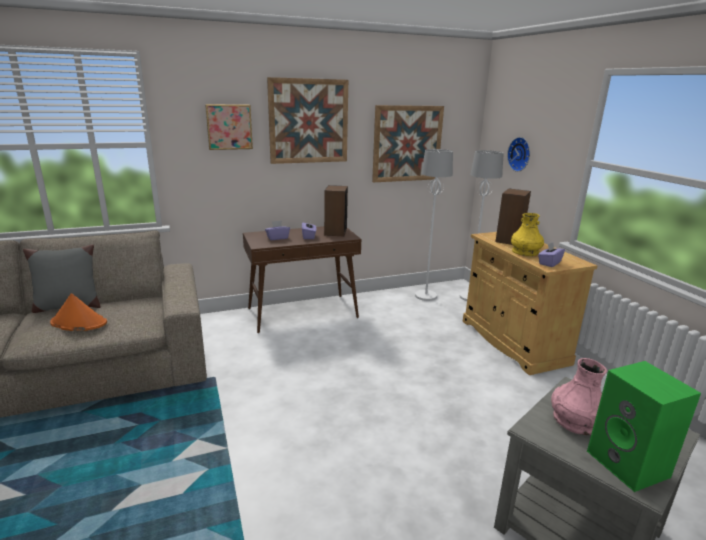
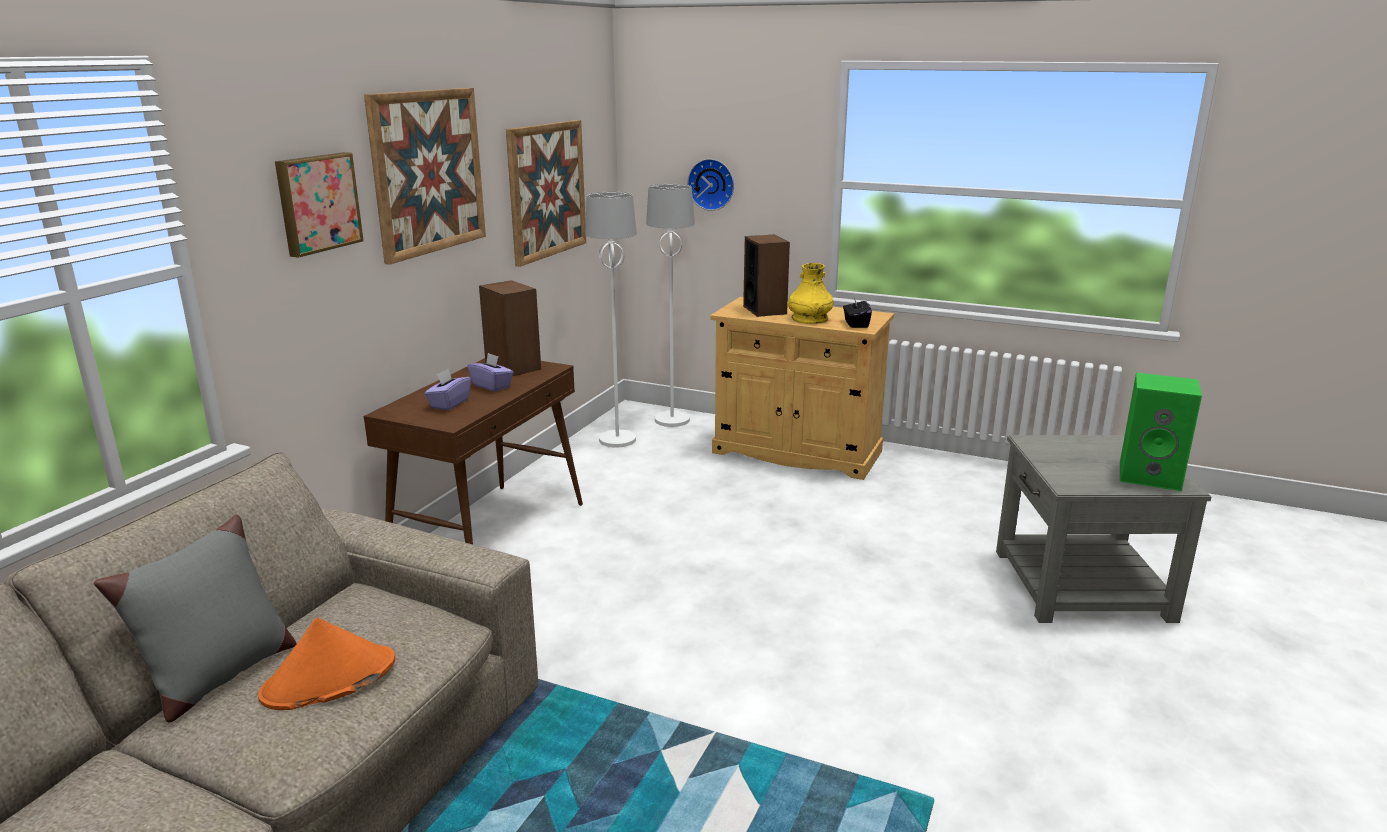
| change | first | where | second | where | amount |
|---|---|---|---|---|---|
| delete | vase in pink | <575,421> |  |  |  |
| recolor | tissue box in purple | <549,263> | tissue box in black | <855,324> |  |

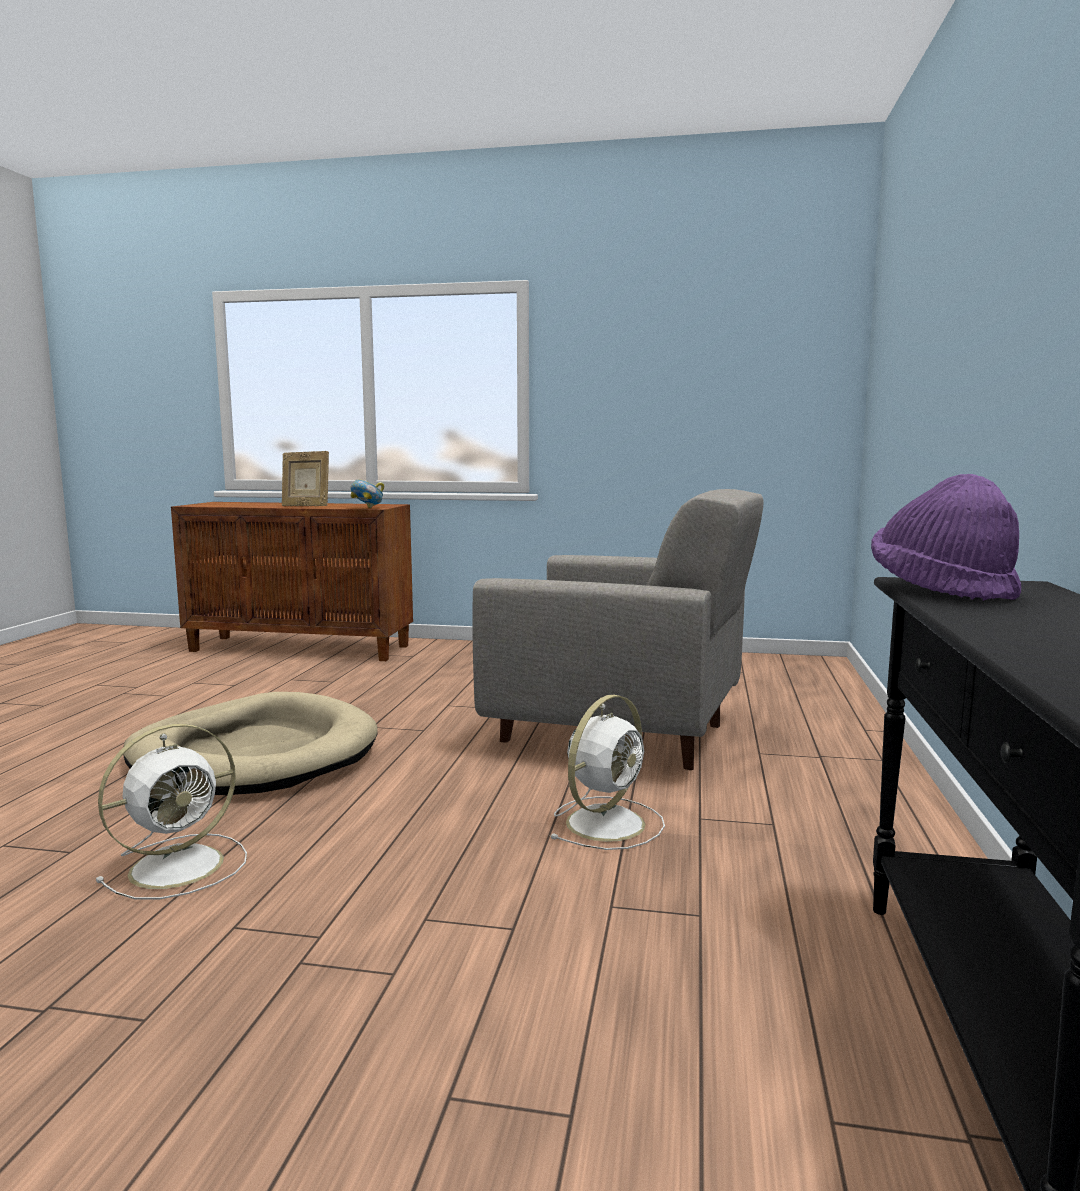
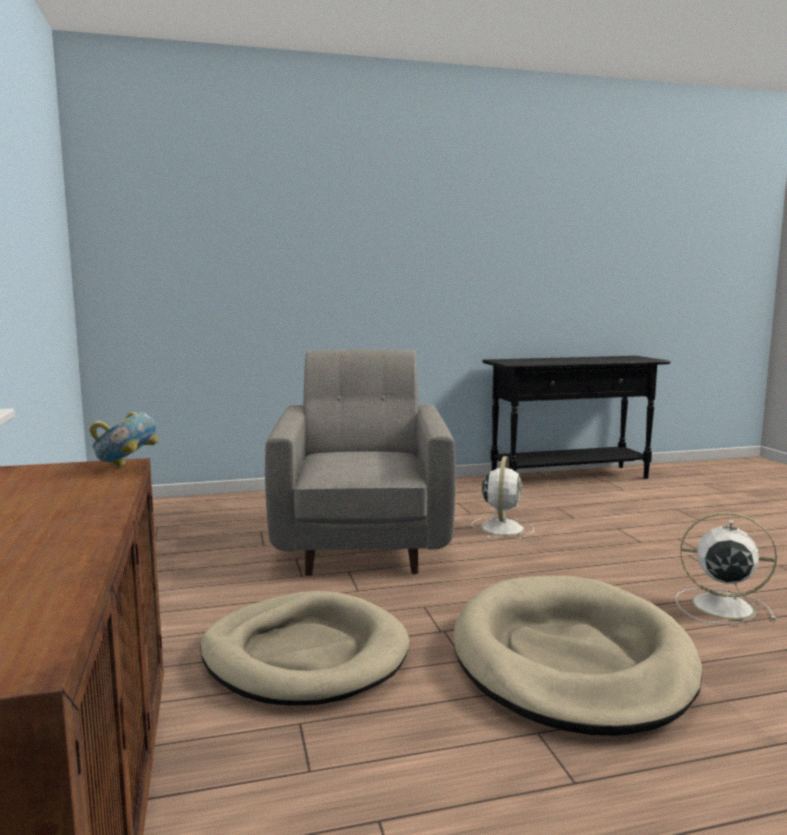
| change | first | where | second | where | amount |
|---|---|---|---|---|---|
| delete | picture frame | <306,506> |  |  |  |
| delete | hat in purple | <941,590> |  |  |  |
| insert |  |  | dog bed in beige | <305,655> |  |
| rotate | fan in white | <607,822> |  | <502,527> | 90 degrees clockwise |

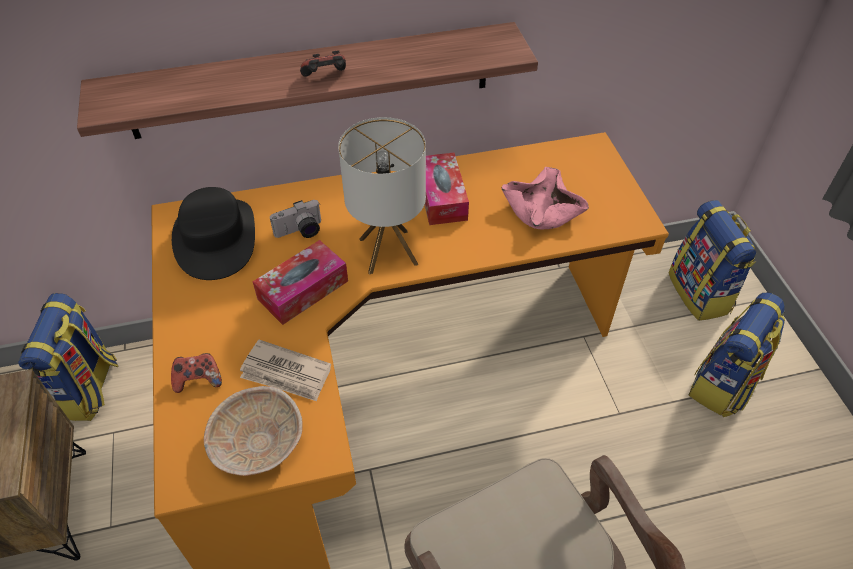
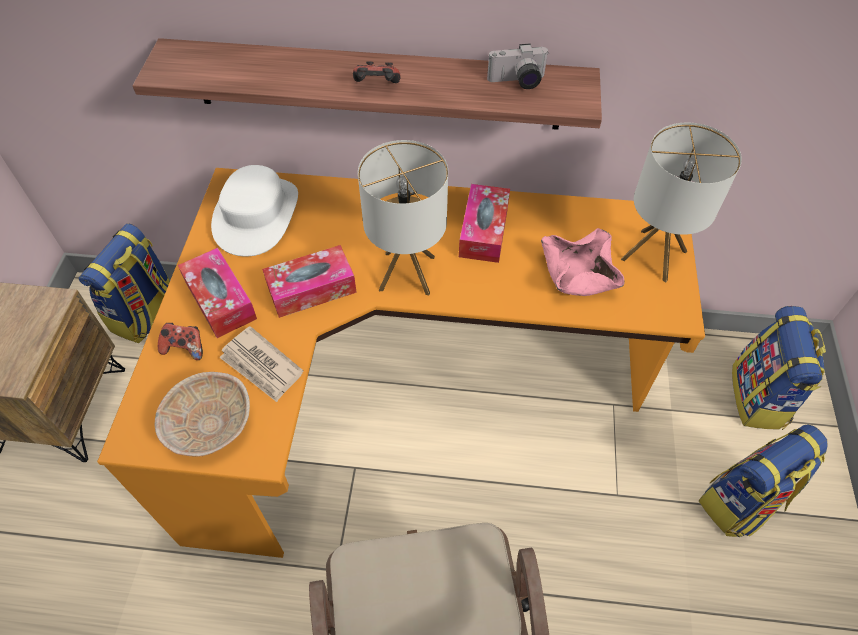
| change | first | where | second | where | amount |
|---|---|---|---|---|---|
| insert |  |  | tissue box | <220,300> |  |
| insert |  |  | table lamp | <654,255> |  |
| move | photo camera | <300,232> |  | <517,82> |  |
| recolor | hat in black | <215,238> | hat in white | <256,215> |  |

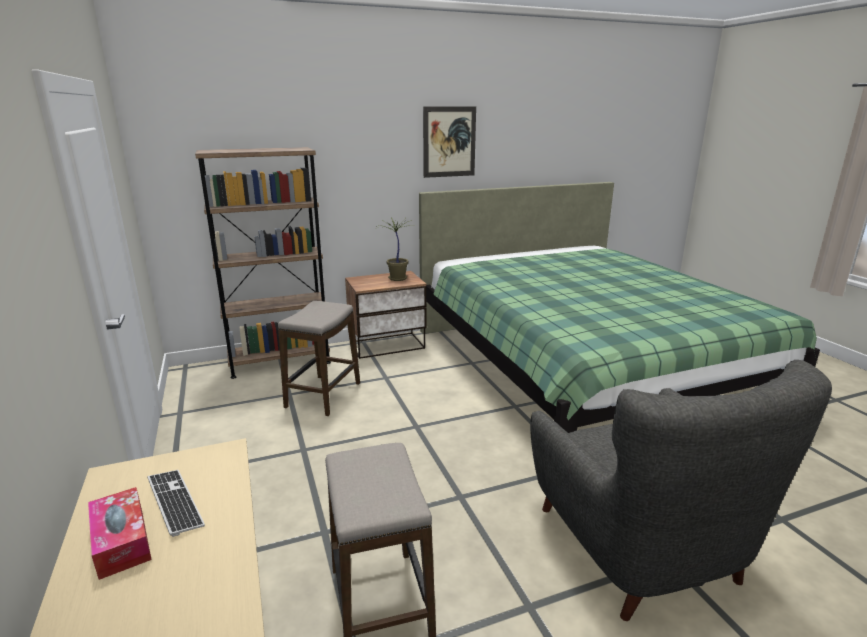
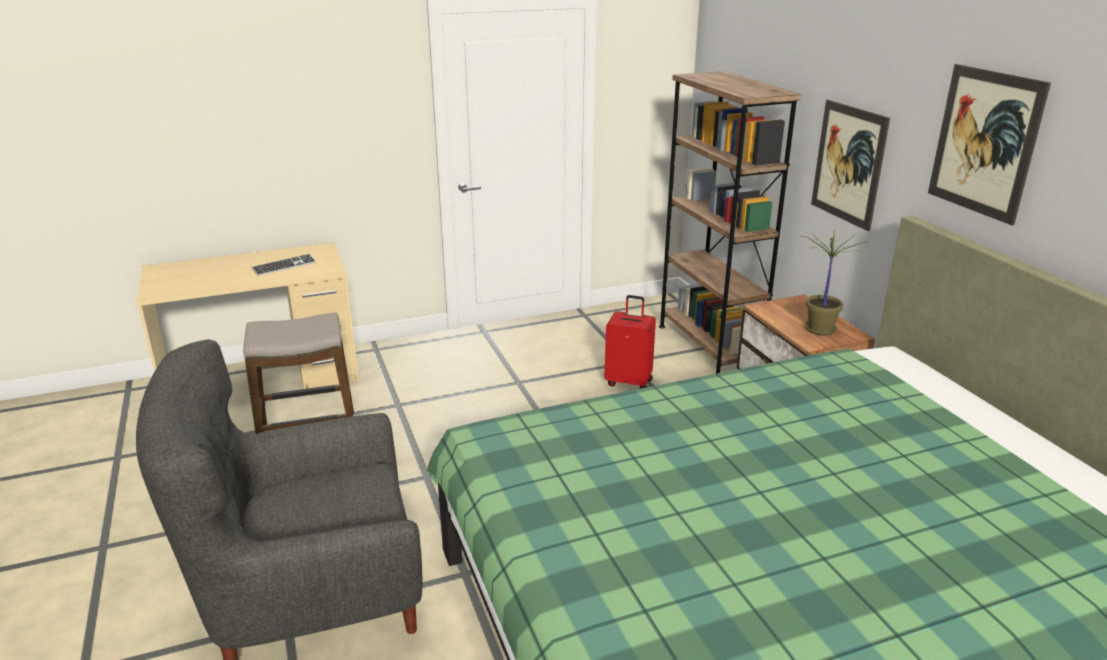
| change | first | where | second | where | amount |
|---|---|---|---|---|---|
| delete | tissue box | <121,541> |  |  |  |
| insert |  |  | picture | <848,164> |  |
| replace | stool | <323,395> | suitcase in red | <629,382> |  |

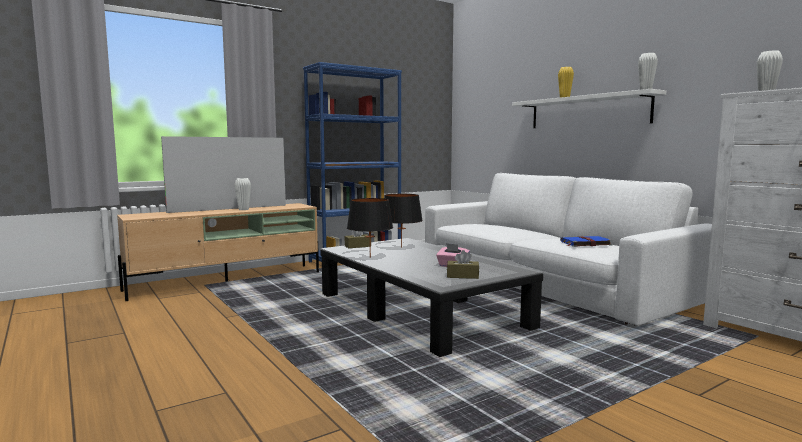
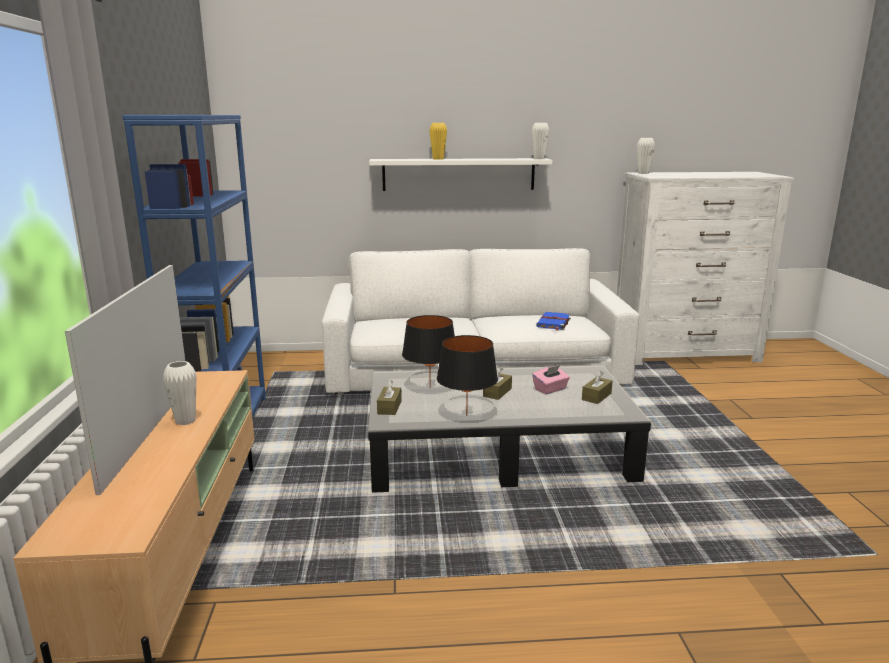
| change | first | where | second | where | amount |
|---|---|---|---|---|---|
| insert |  |  | tissue box in brown | <497,392> |  |

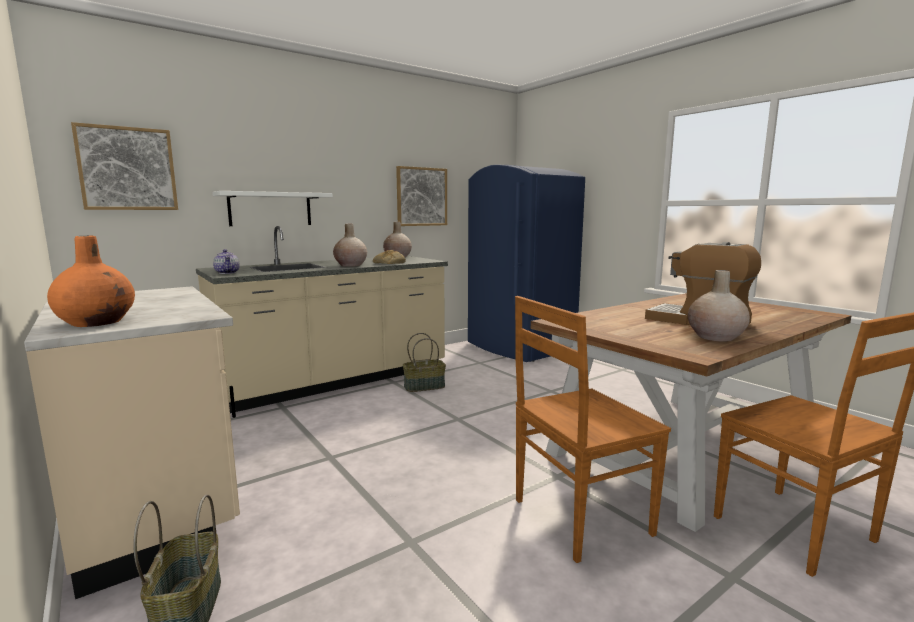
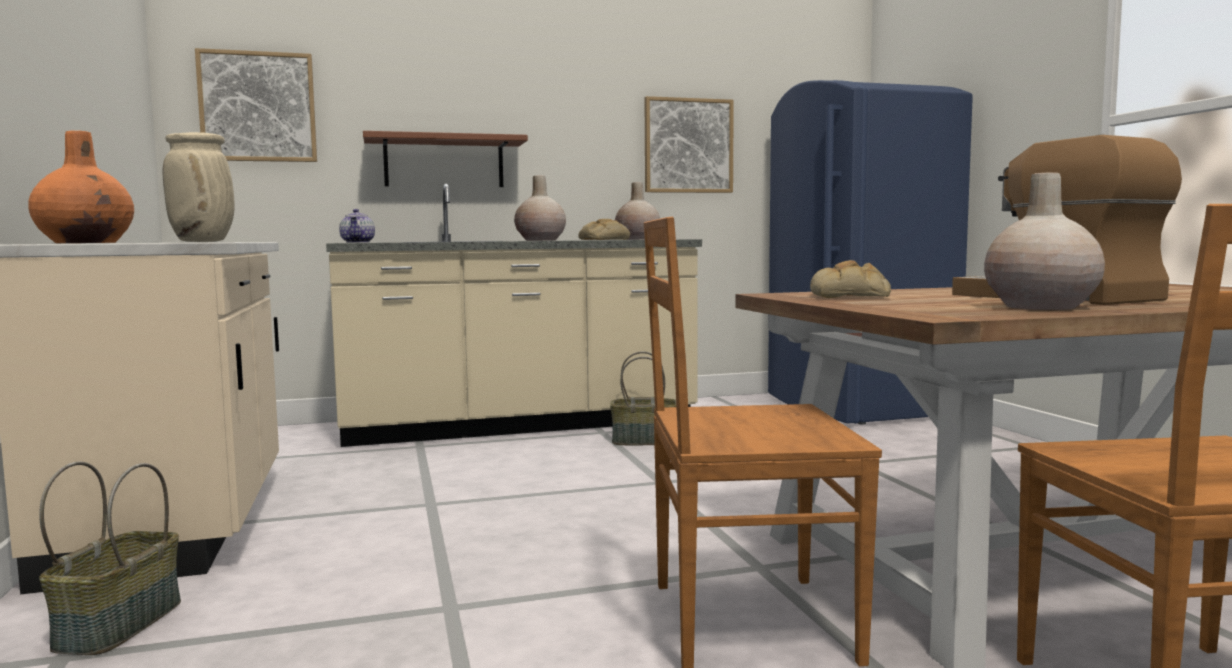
| change | first | where | second | where | amount |
|---|---|---|---|---|---|
| insert |  |  | vase in beige | <204,241> |  |
| insert |  |  | bread | <850,296> |  |
| recolor | shelf in white | <270,209> | shelf in brown | <444,163> |  |

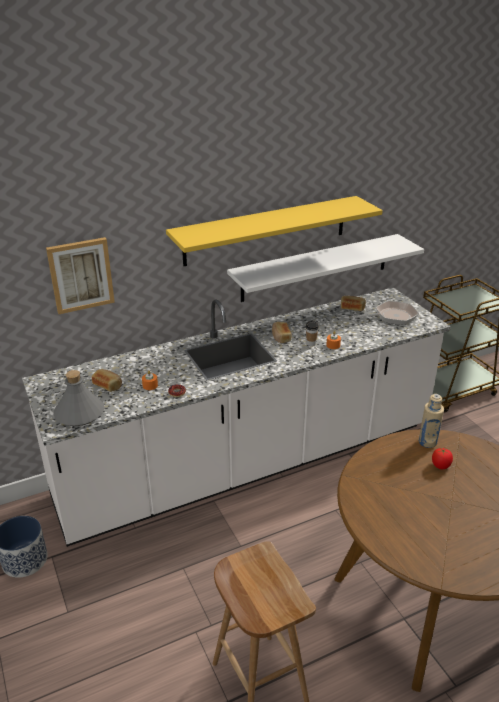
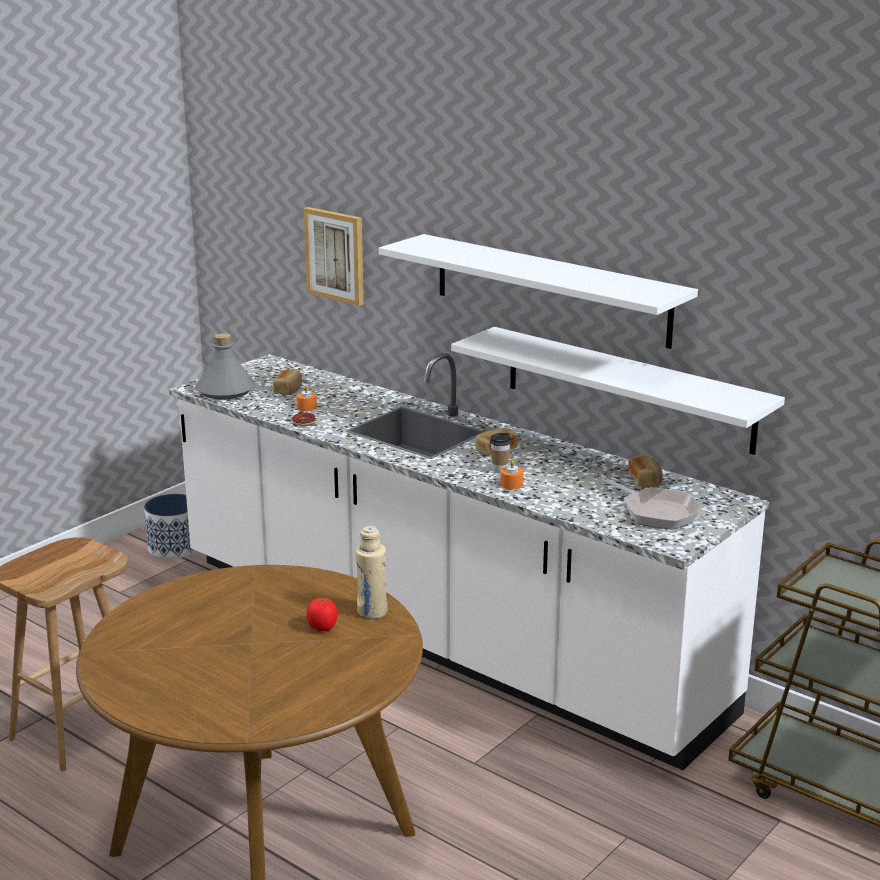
| change | first | where | second | where | amount |
|---|---|---|---|---|---|
| recolor | shelf in yellow | <266,230> | shelf in white | <550,289> |  |

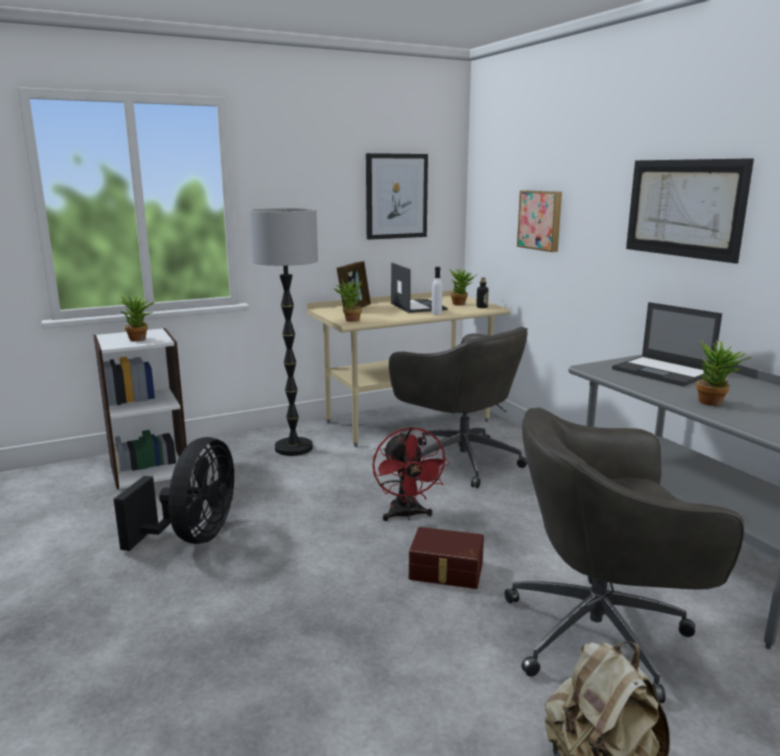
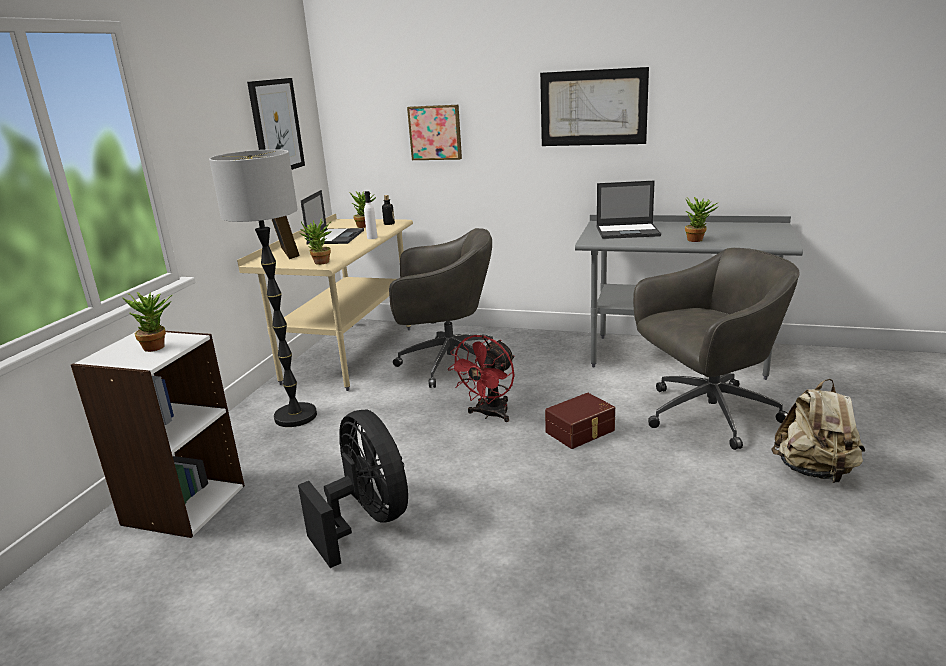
| change | first | where | second | where | amount |
|---|---|---|---|---|---|
| rotate | fan in red | <406,515> |  | <489,415> | 90 degrees clockwise |
| rotate | laptop | <417,306> |  | <336,237> | 75 degrees clockwise |
| rotate | office chair in grey | <601,634> |  | <706,414> | 150 degrees counterclockwise |

